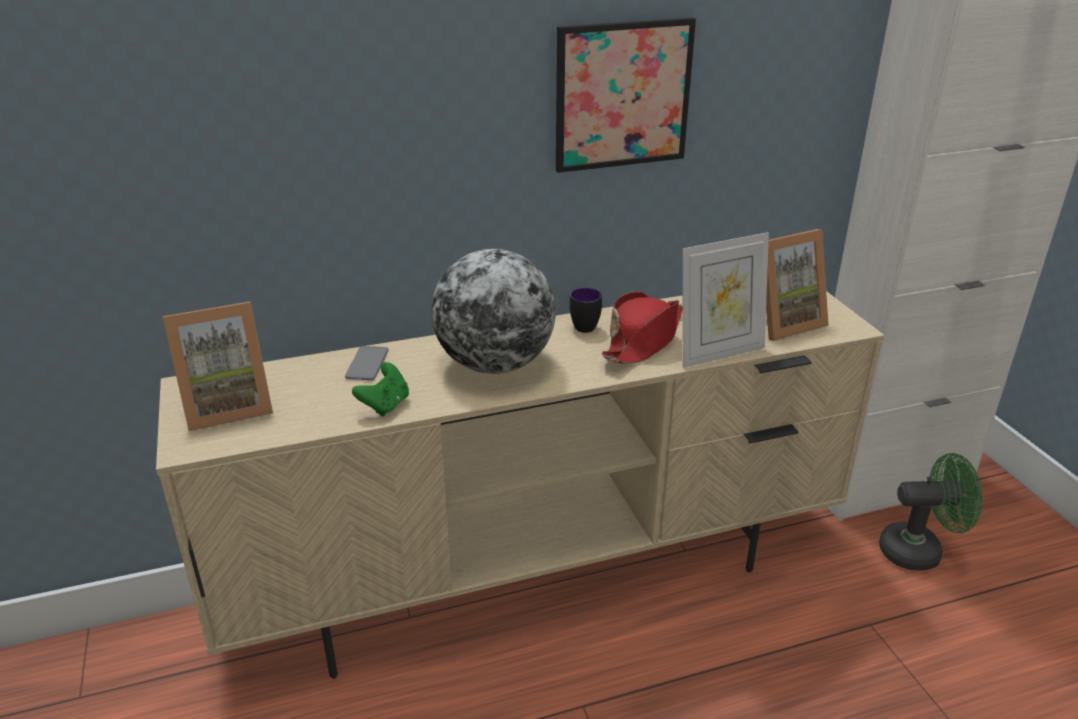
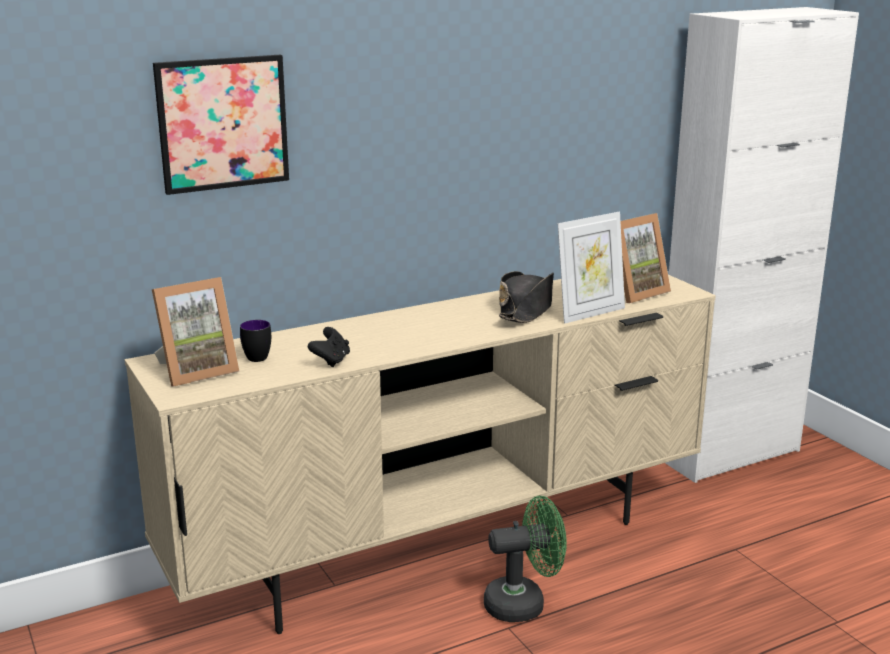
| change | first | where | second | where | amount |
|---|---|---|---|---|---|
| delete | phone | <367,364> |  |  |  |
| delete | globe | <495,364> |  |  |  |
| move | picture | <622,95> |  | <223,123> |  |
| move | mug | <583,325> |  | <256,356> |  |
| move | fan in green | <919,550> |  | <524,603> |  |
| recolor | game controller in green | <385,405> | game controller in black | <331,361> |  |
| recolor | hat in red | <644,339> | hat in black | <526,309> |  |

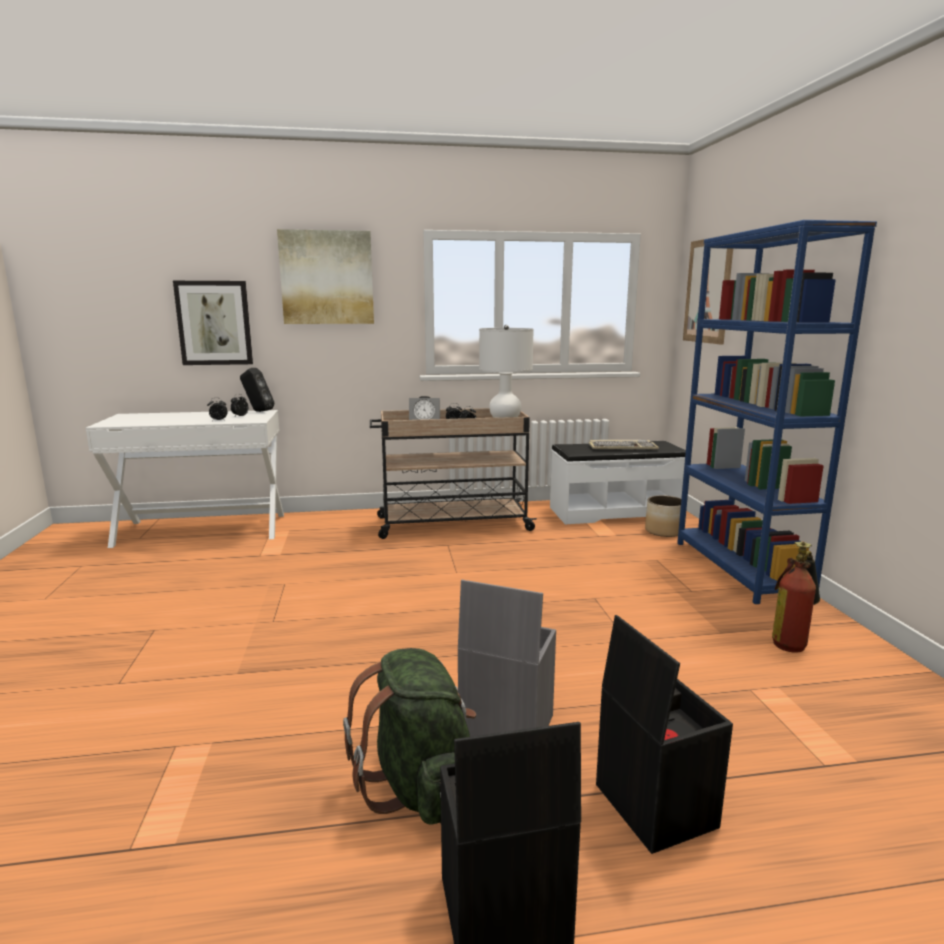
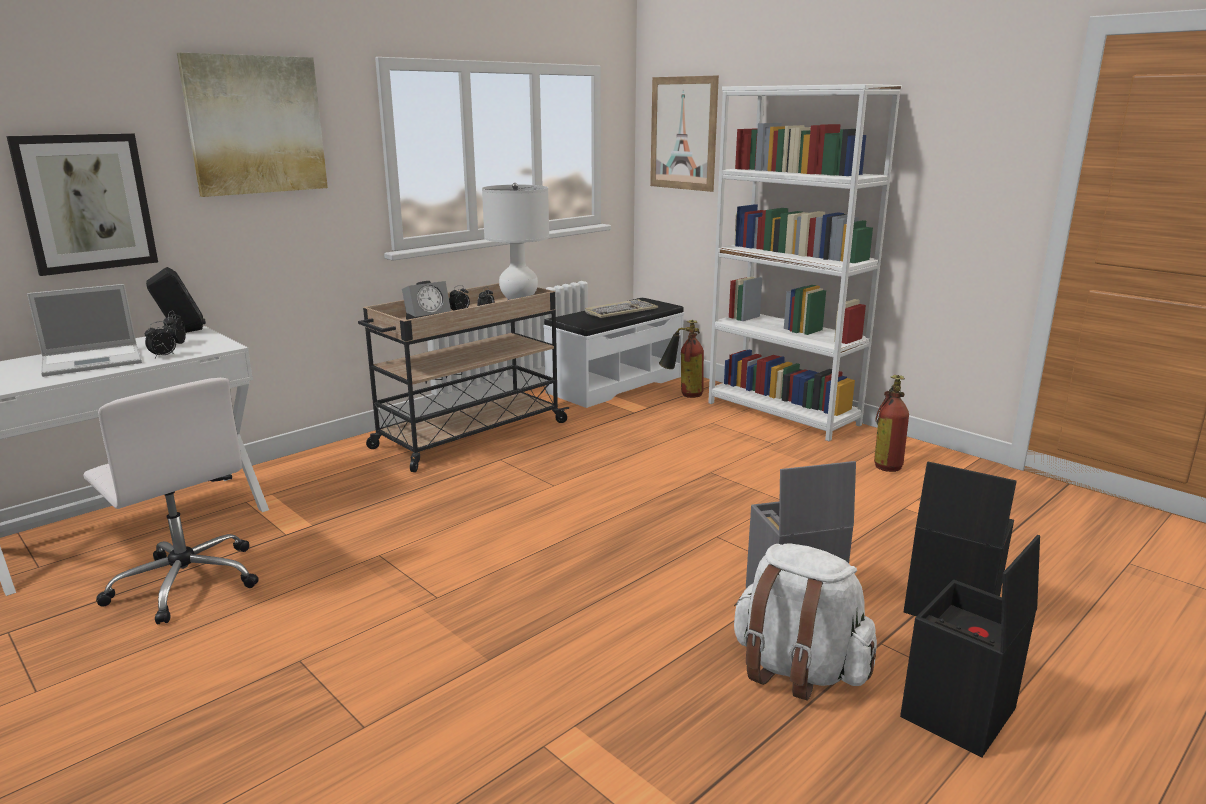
| change | first | where | second | where | amount |
|---|---|---|---|---|---|
| insert |  |  | laptop | <94,360> |  |
| insert |  |  | office chair in white | <186,582> |  |
| replace | planter | <664,531> | fire extinguisher | <683,393> |  |
| recolor | backpack in green | <419,785> | backpack in white | <797,670> |  |
| recolor | bookcase in blue | <740,568> | bookcase in white | <782,413> |  |

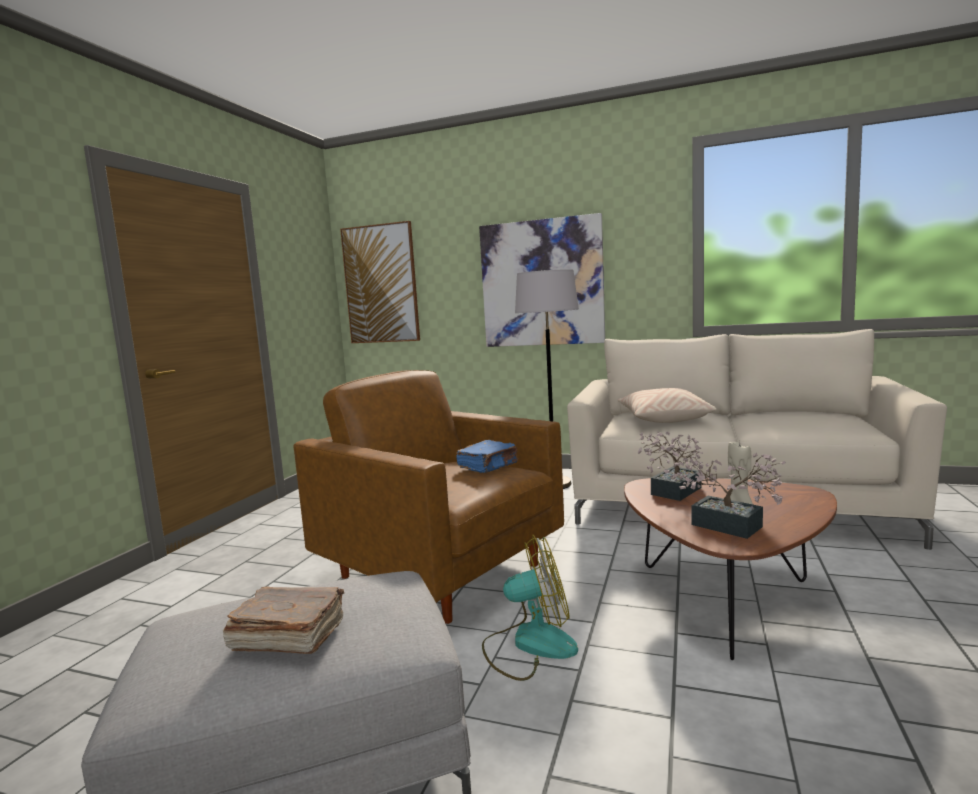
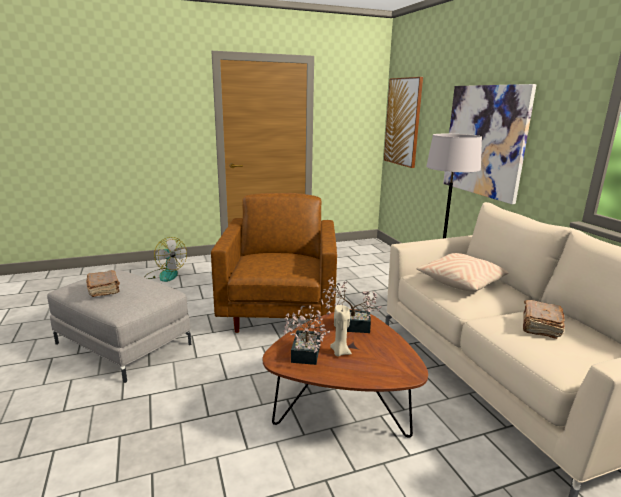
| change | first | where | second | where | amount |
|---|---|---|---|---|---|
| delete | book in blue | <488,466> |  |  |  |
| insert |  |  | book in brown | <540,326> |  |
| move | fan | <529,645> |  | <165,274> |  |

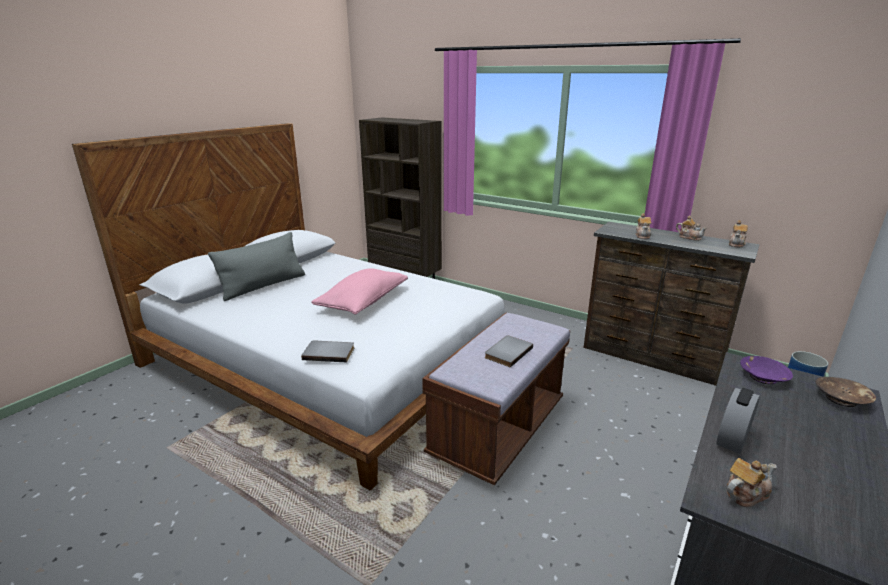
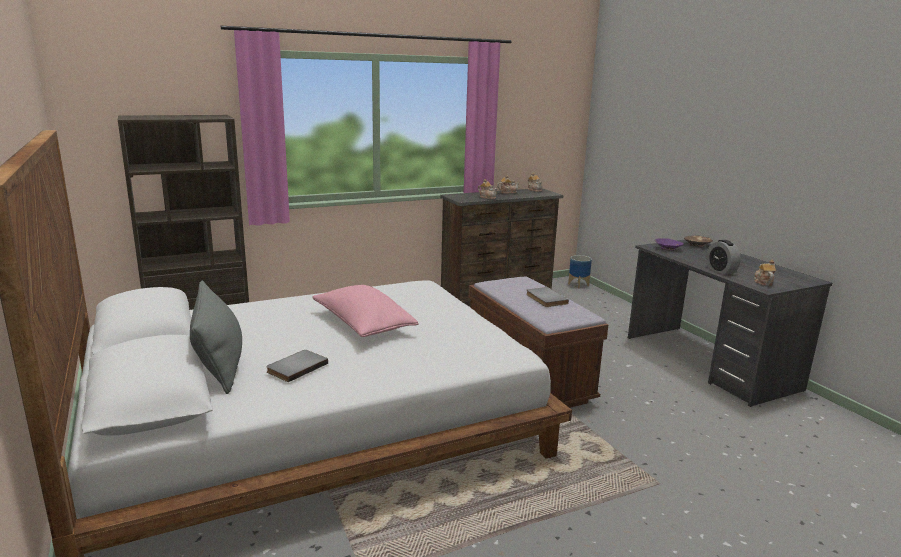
| change | first | where | second | where | amount |
|---|---|---|---|---|---|
| move | book in grey | <329,352> |  | <296,367> |  |

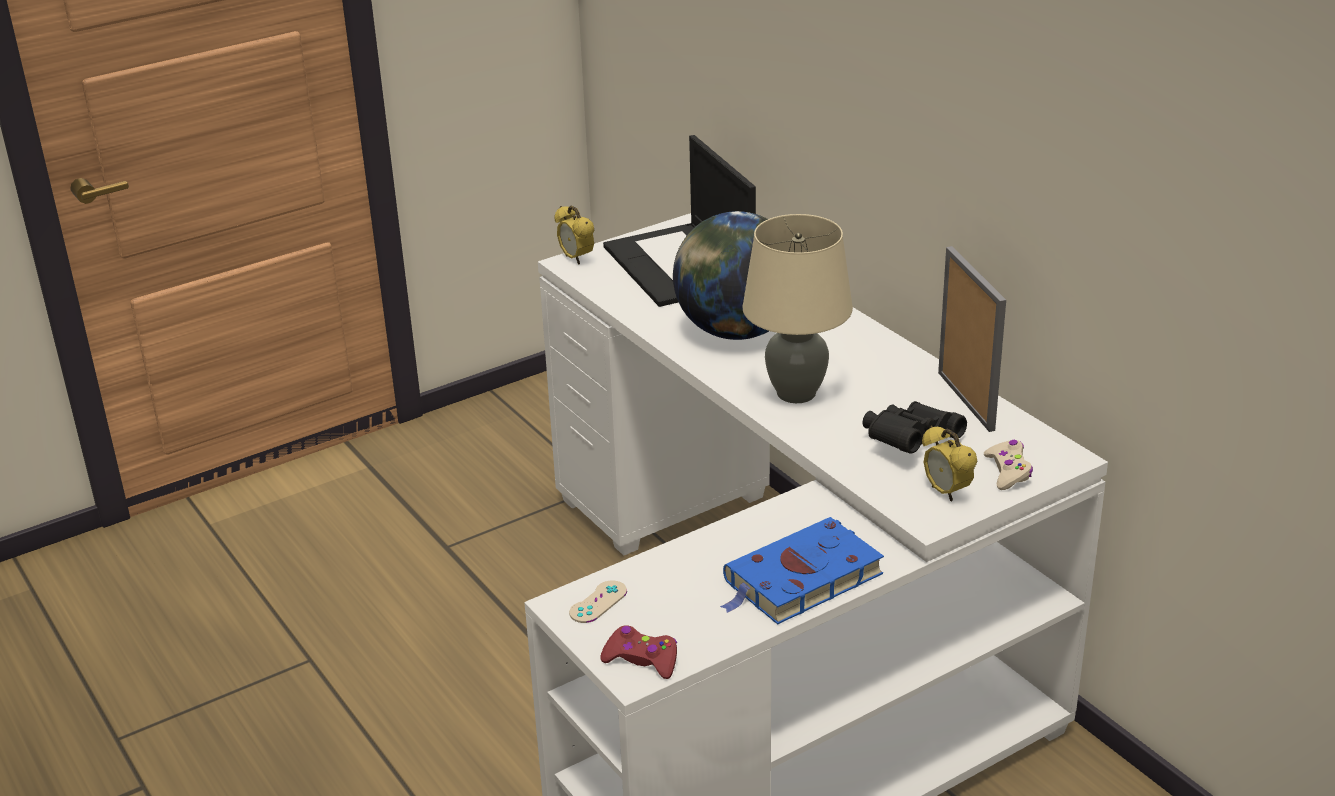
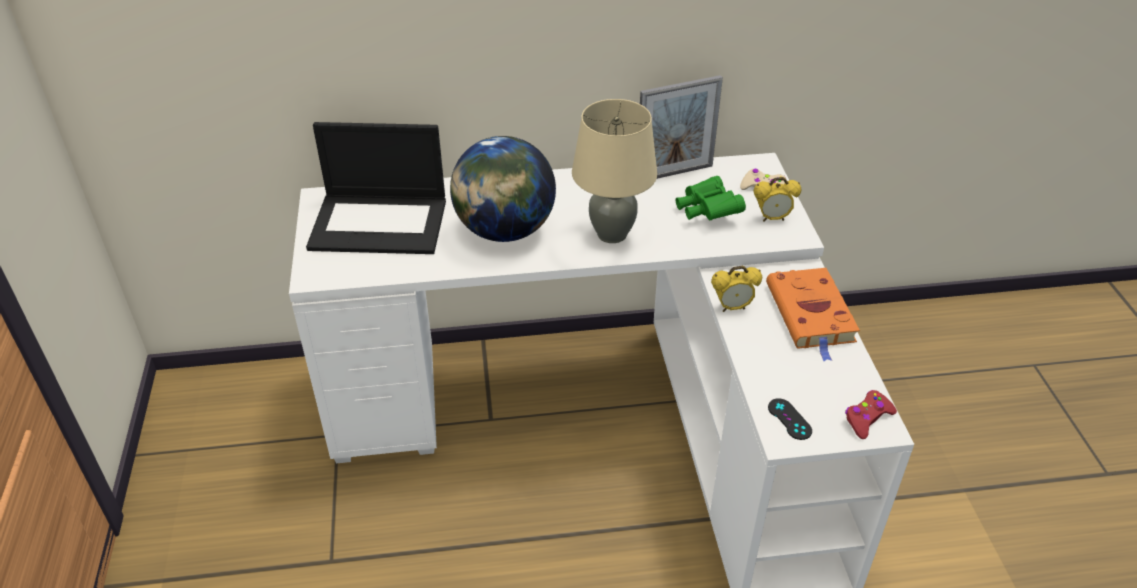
| change | first | where | second | where | amount |
|---|---|---|---|---|---|
| move | alarm clock | <576,259> |  | <732,307> |  |
| recolor | game controller in beige | <598,602> | game controller in black | <789,419> |  |
| recolor | book in blue | <800,580> | book in orange | <811,315> |  |
| recolor | binoculars in black | <909,442> | binoculars in green | <706,211> |  |
| rotate | picture frame | <966,401> |  | <674,173> | 150 degrees clockwise |

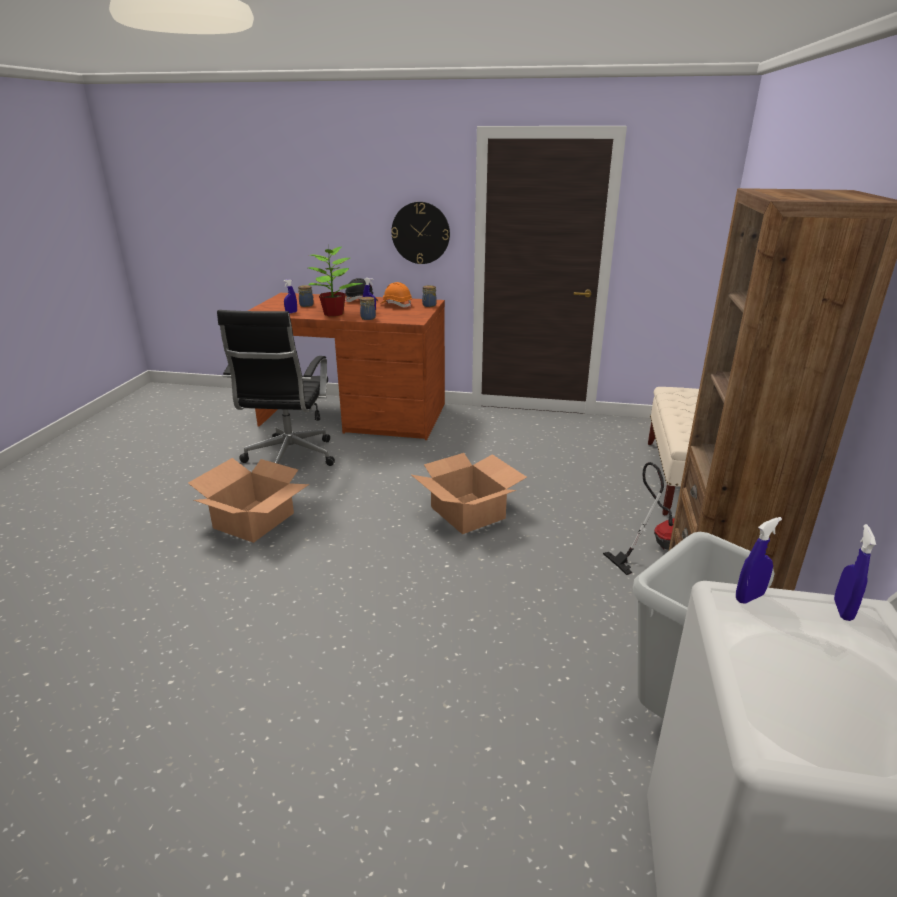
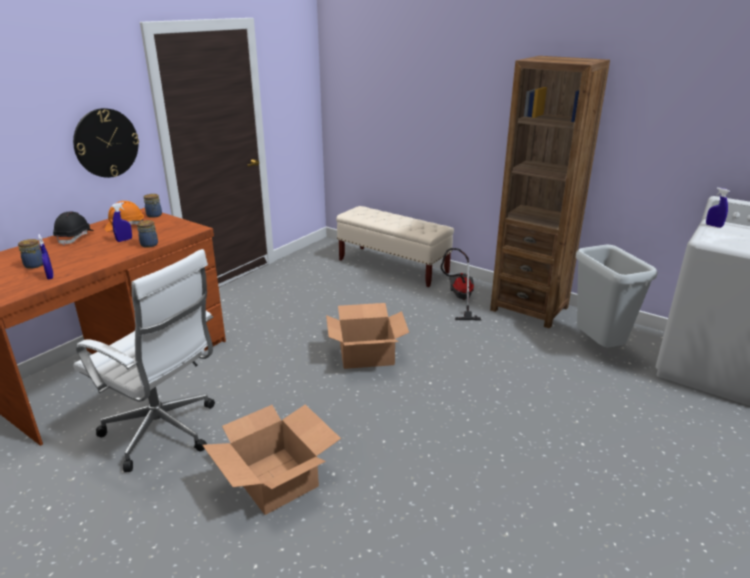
| change | first | where | second | where | amount |
|---|---|---|---|---|---|
| delete | potted plant | <334,313> |  |  |  |
| delete | spray bottle in blue | <749,597> |  |  |  |
| recolor | office chair in black | <289,459> | office chair in white | <164,433> |  |

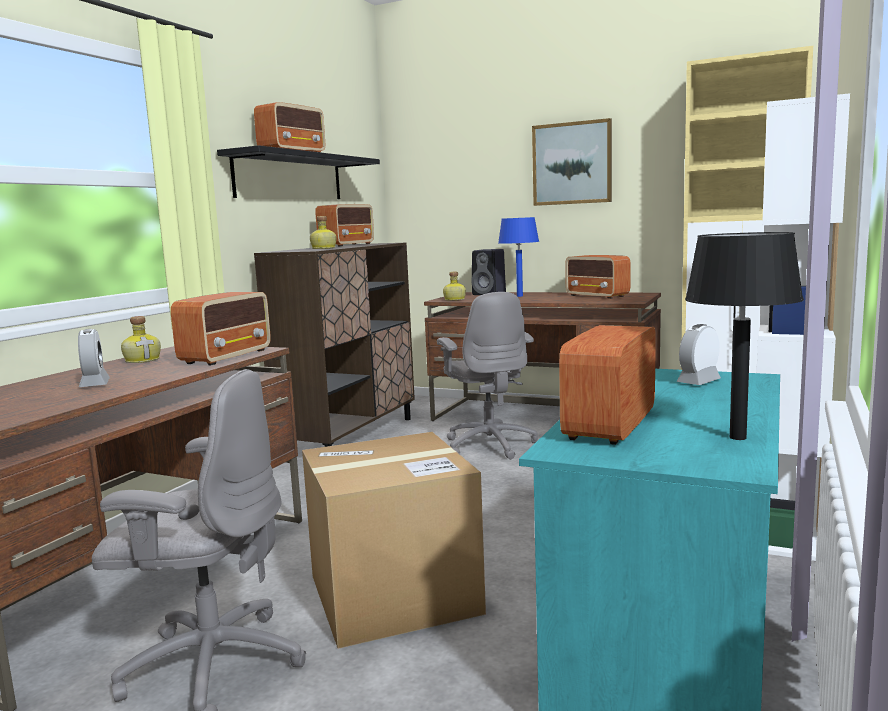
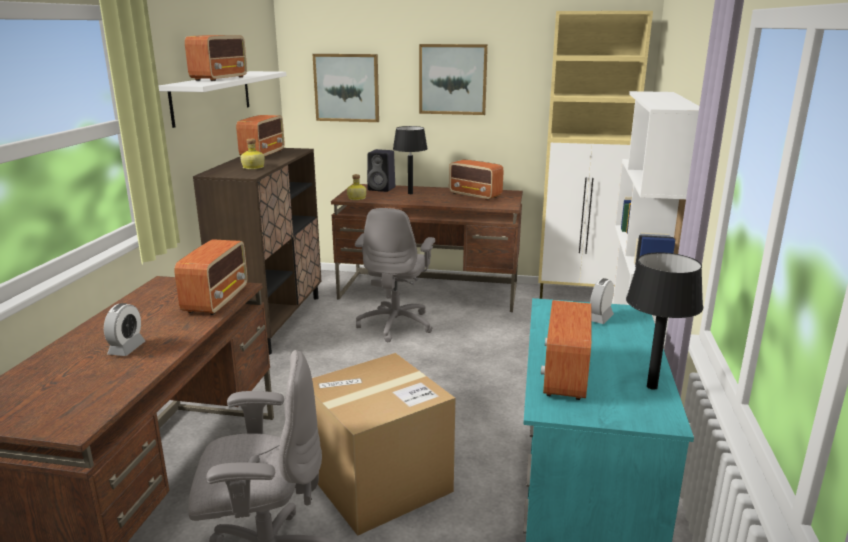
| change | first | where | second | where | amount |
|---|---|---|---|---|---|
| delete | bottle | <143,360> |  |  |  |
| insert |  |  | picture | <347,87> |  |
| recolor | shelf in black | <290,177> | shelf in white | <212,97> |  |
| recolor | table lamp in blue | <519,296> | table lamp in black | <410,193> |  |
| rotate | alarm clock | <94,384> |  | <127,348> | 45 degrees clockwise |
| rotate | office chair in grey | <489,445> |  | <396,324> | 45 degrees clockwise |

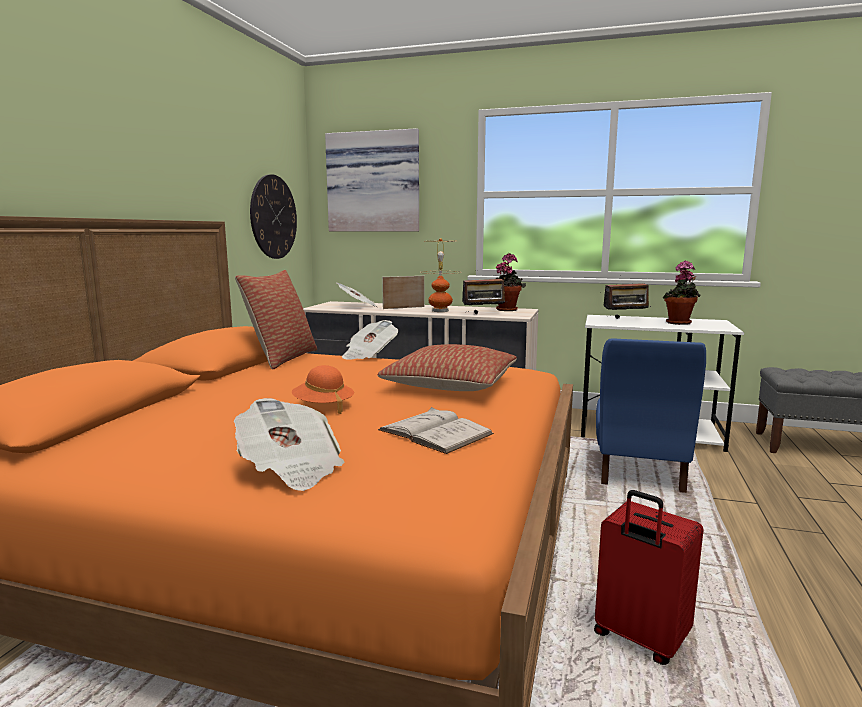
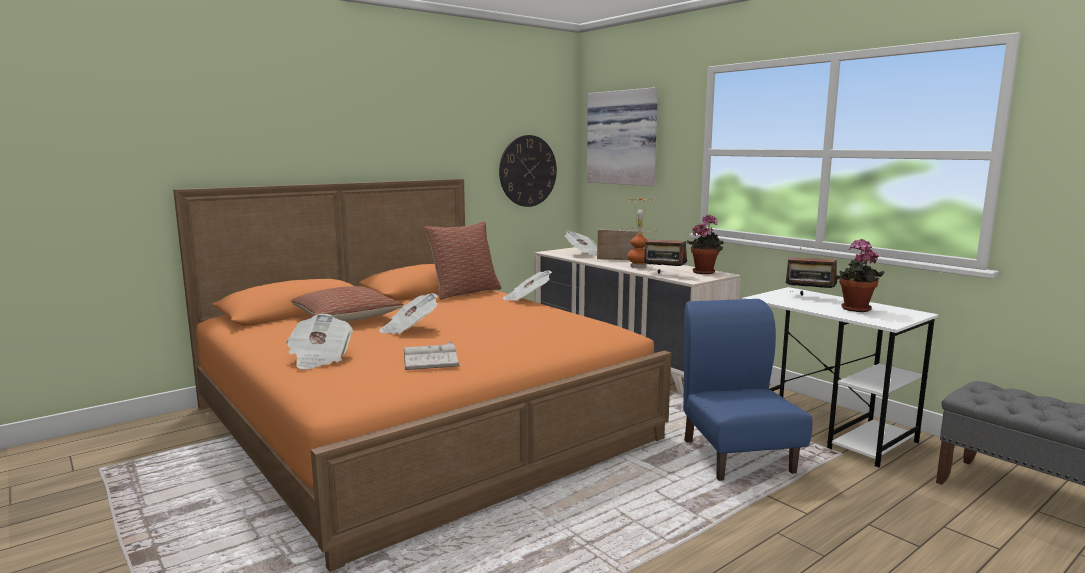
| change | first | where | second | where | amount |
|---|---|---|---|---|---|
| delete | suitcase in red | <639,639> |  |  |  |
| move | pillow | <450,385> |  | <346,318> |  |
| replace | hat in orange | <323,407> | newspaper | <409,329> |  |
| rotate | chair in blue | <639,471> |  | <737,456> | 120 degrees clockwise |

